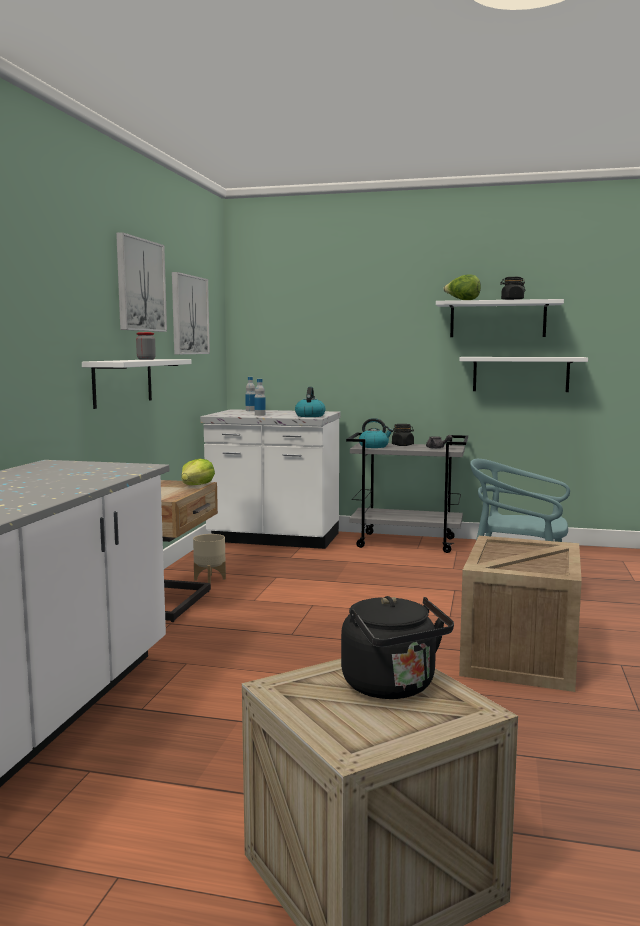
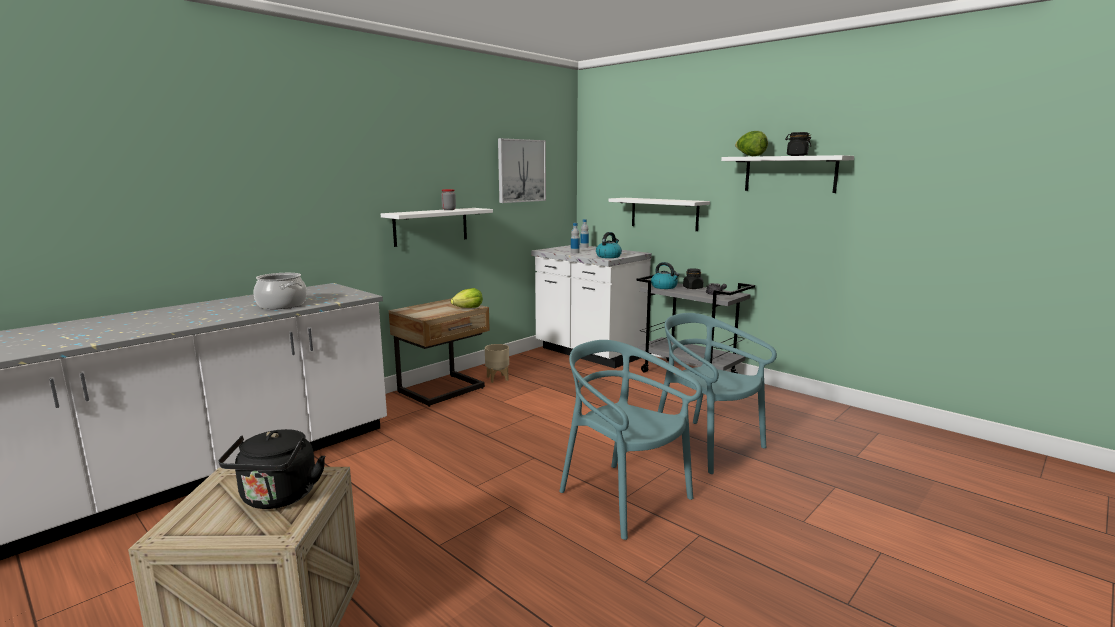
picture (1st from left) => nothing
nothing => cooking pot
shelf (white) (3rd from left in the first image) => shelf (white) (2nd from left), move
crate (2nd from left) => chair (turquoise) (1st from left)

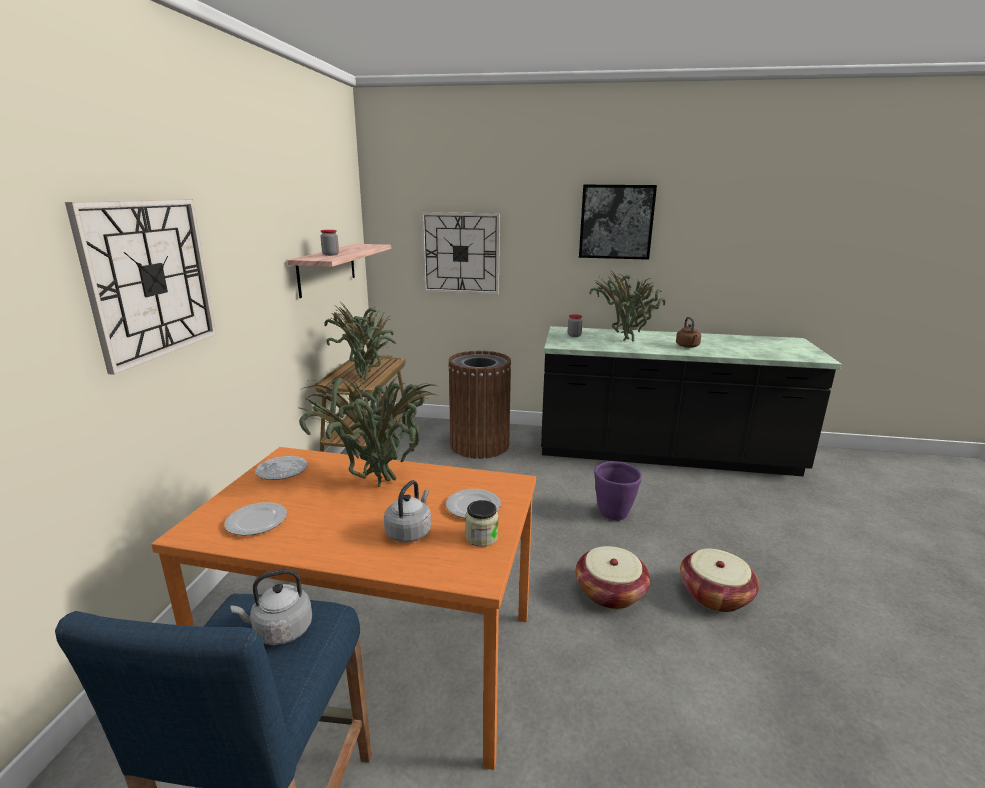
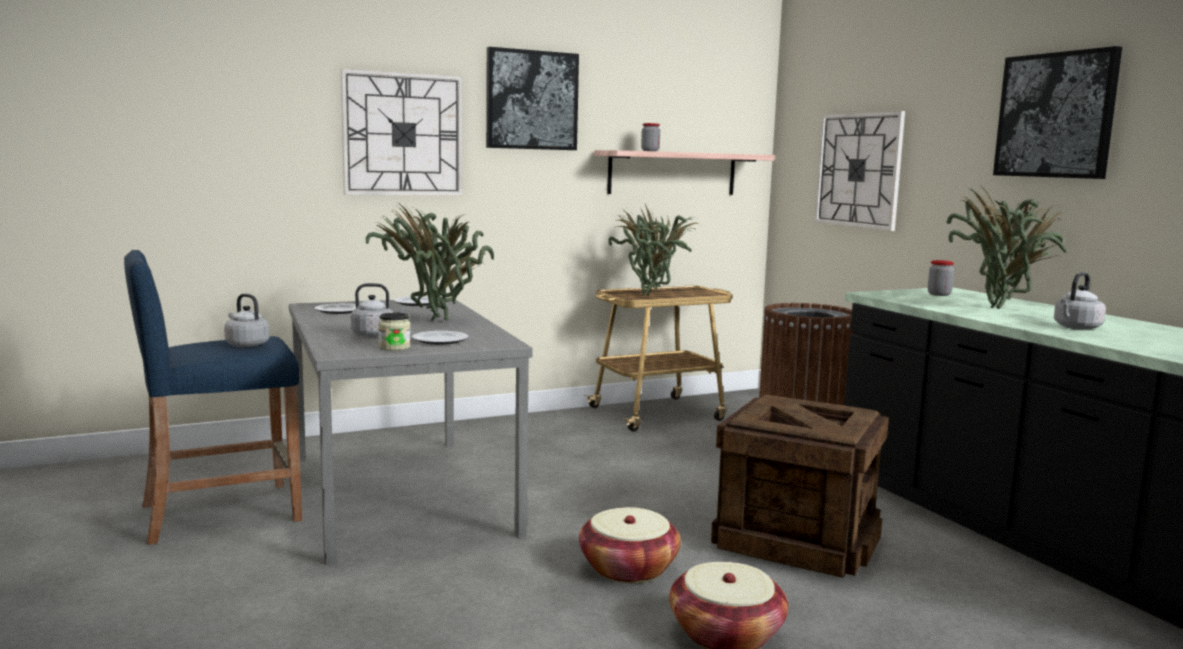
nothing => picture (1st from left)
planter (purple) => crate
dining table (orange) => dining table (grey)
kettle (brown) => kettle (grey) (3rd from left)

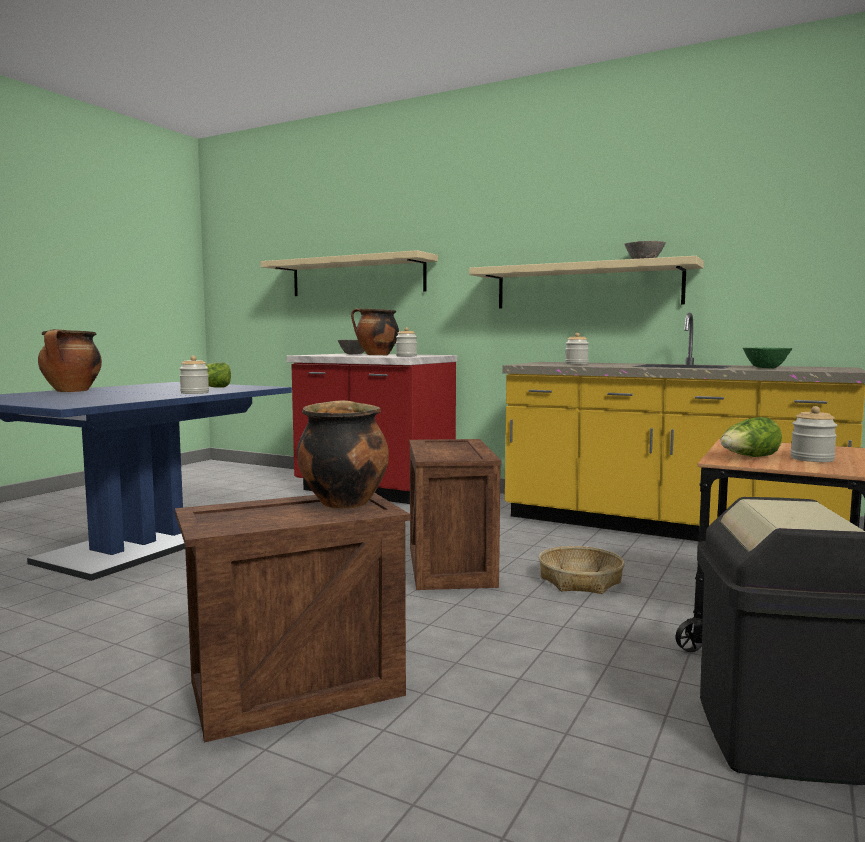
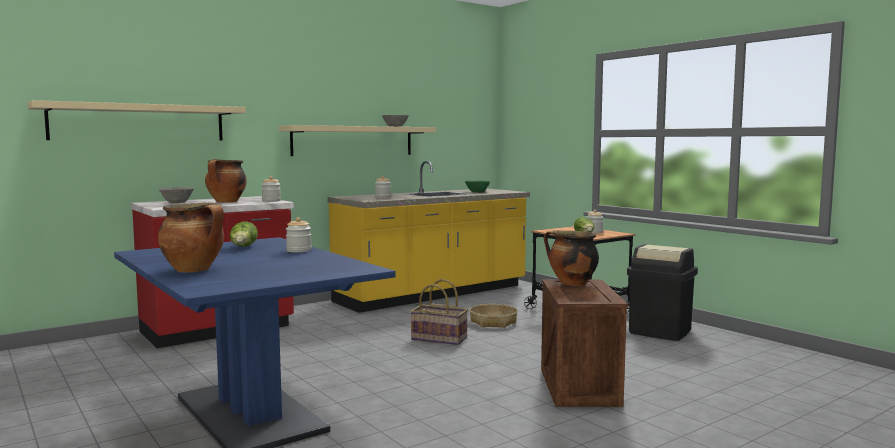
crate (2nd from left) => basket (1st from left)

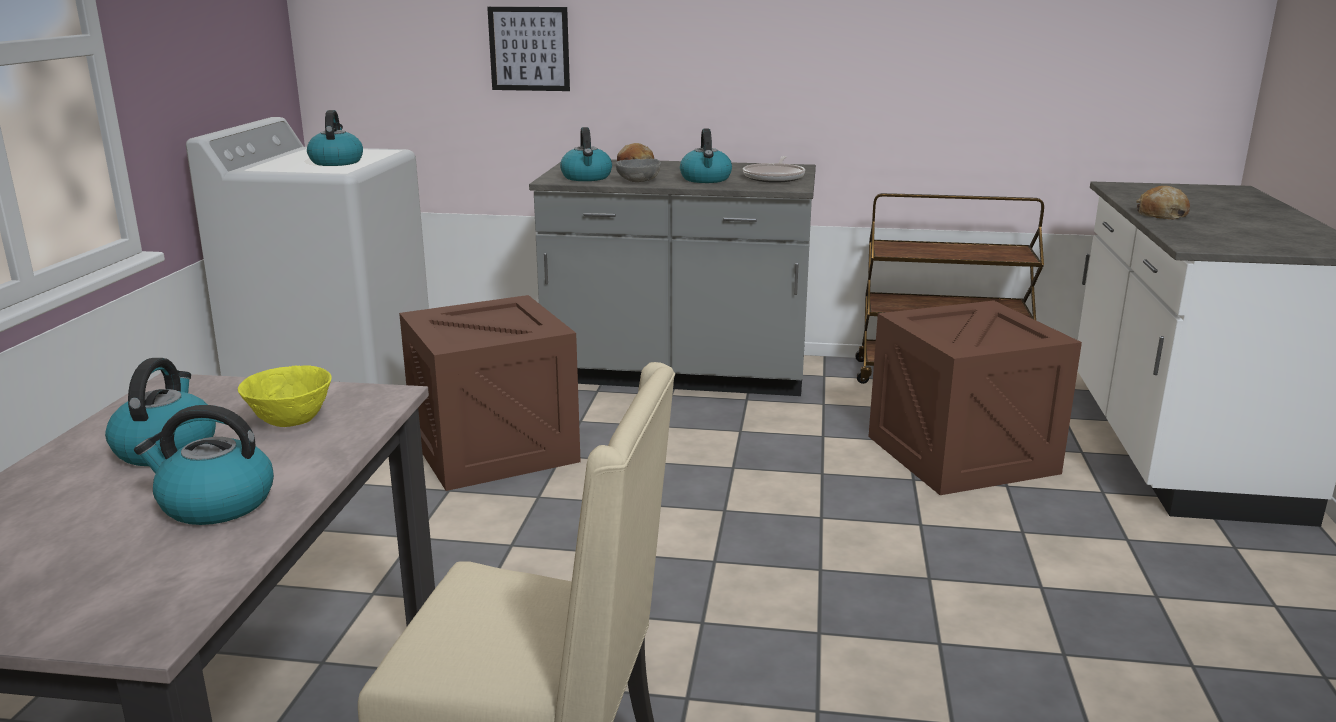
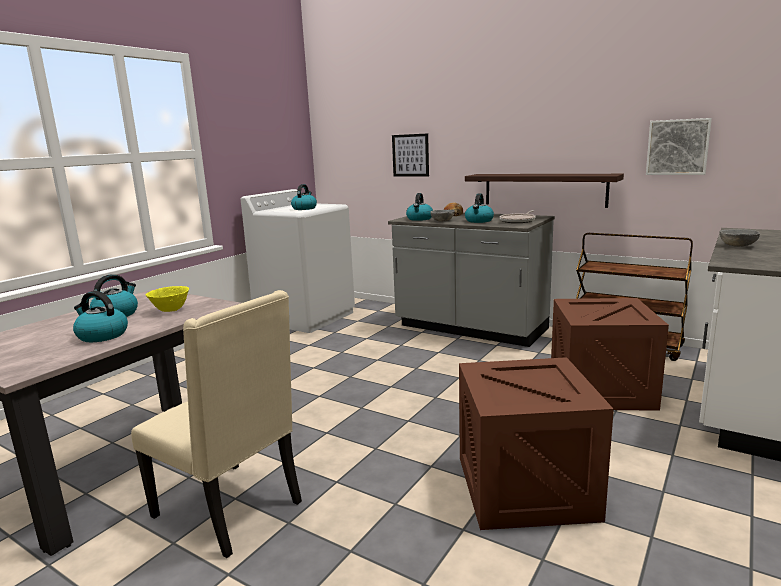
nothing => shelf
nothing => picture (2nd from left)
crate (1st from left), move
bread (2nd from left) => bowl (grey) (2nd from left)

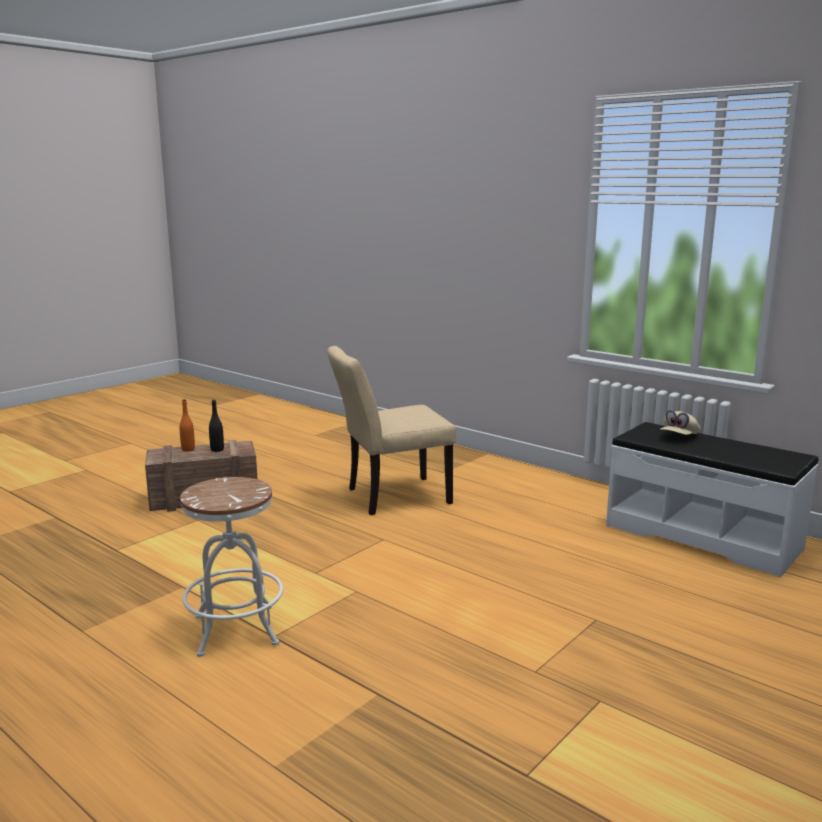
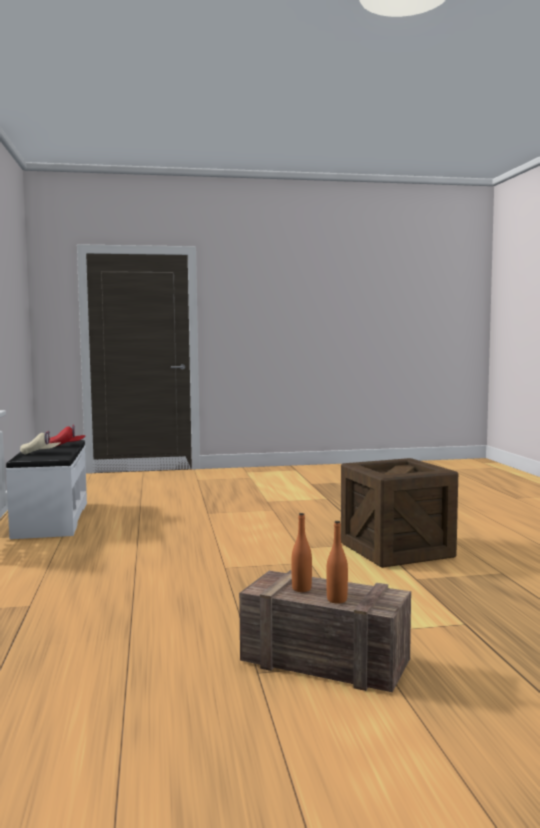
chair (beige) => nothing
nothing => cap (red)
stool (white) => crate (2nd from left)
bottle (black) => bottle (orange) (1st from left)

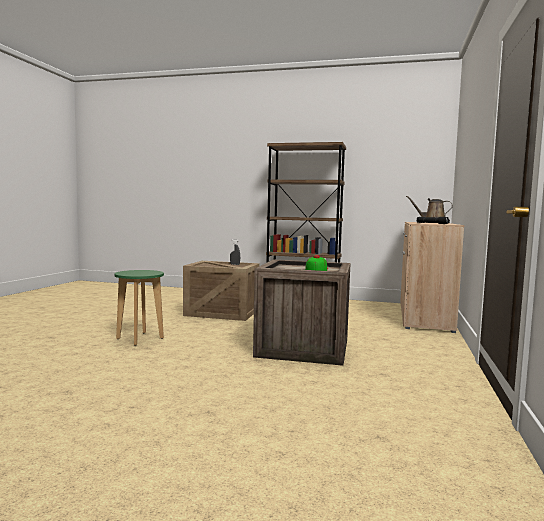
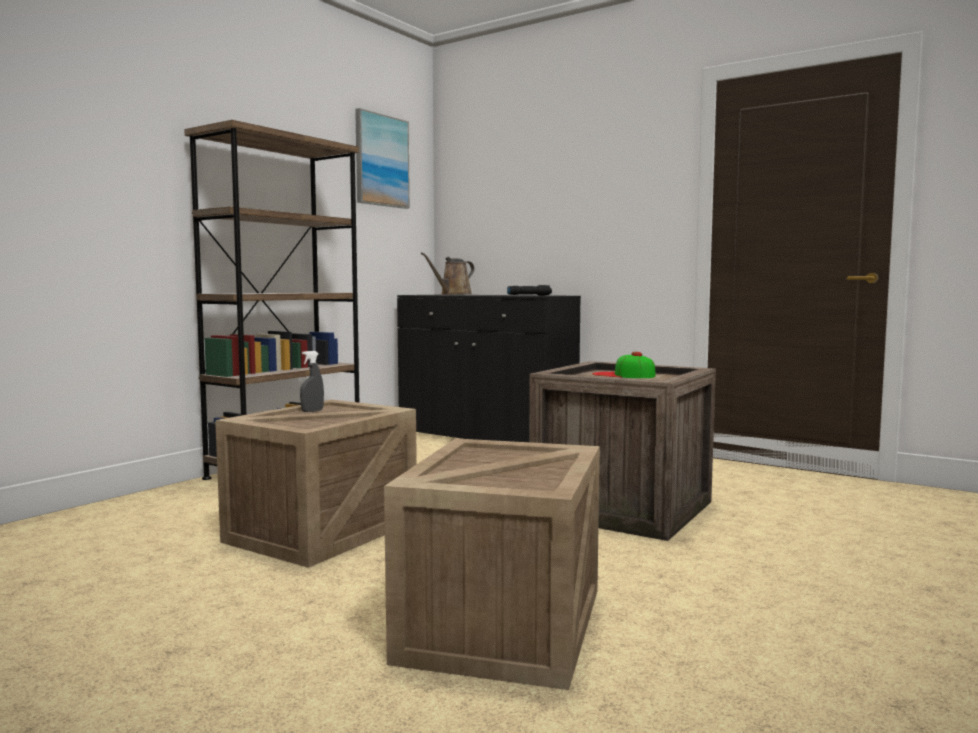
nothing => picture
stool (green) => crate (2nd from left)
cabinet (beige) => cabinet (black)

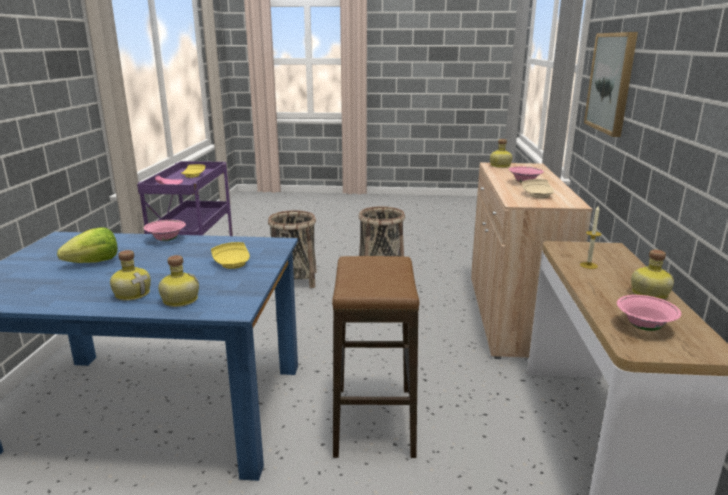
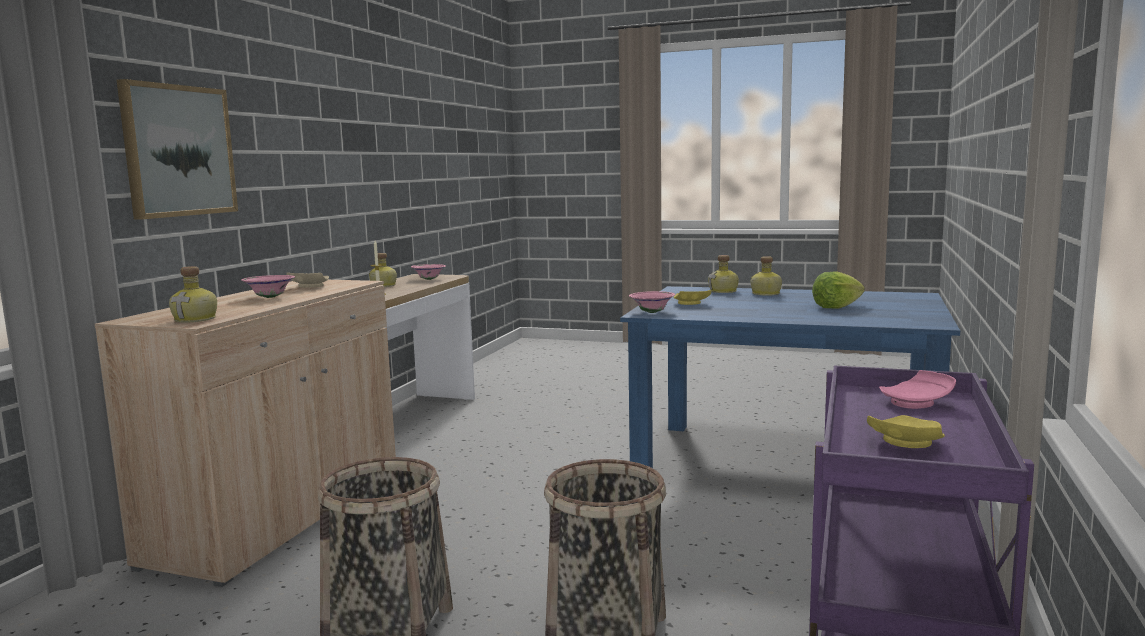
stool => nothing
bowl (pink) (1st from left in the first image) => bowl (pink) (3rd from left), move

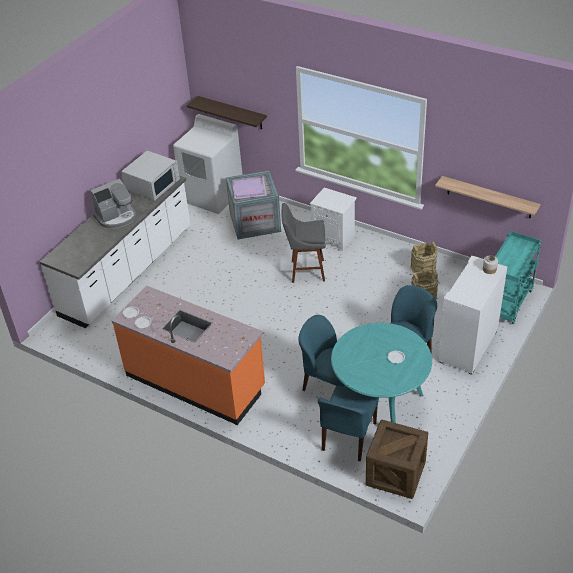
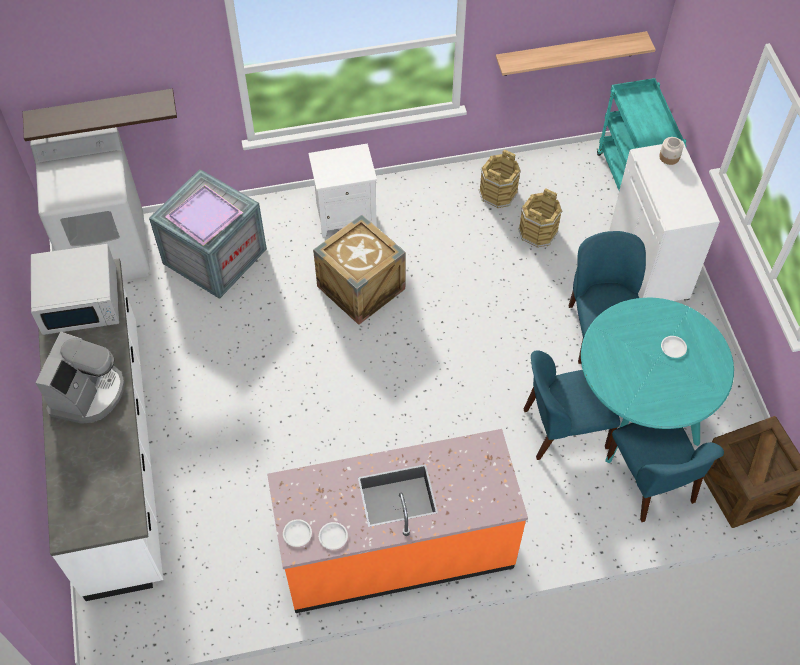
stool (grey) => crate (2nd from left)
microwave (white), 90 degrees clockwise

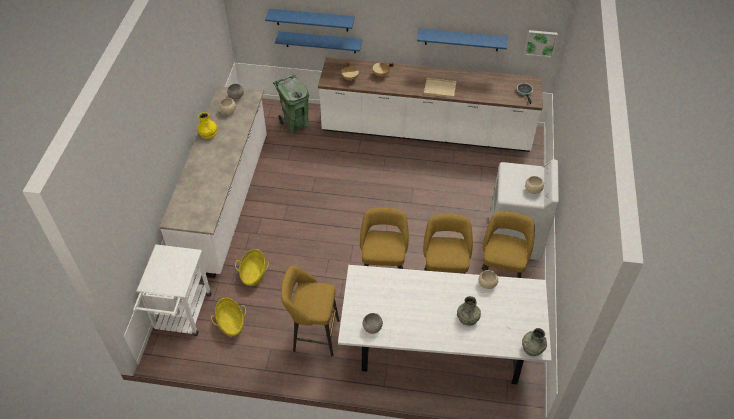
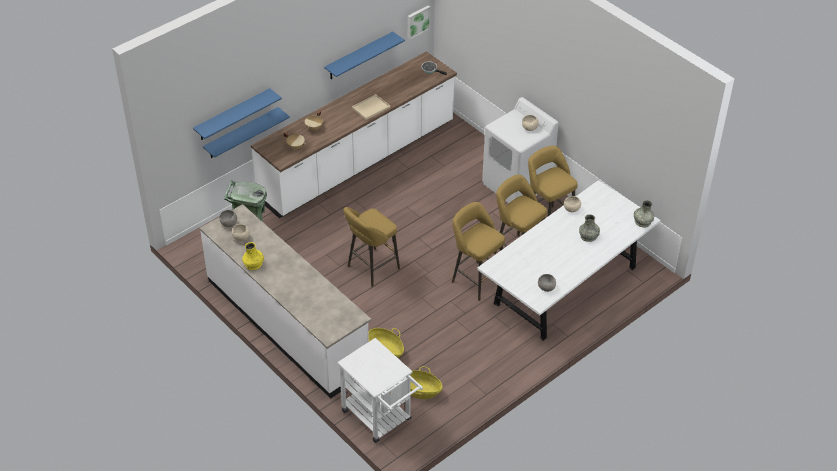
stool (yellow) (1st from left), move

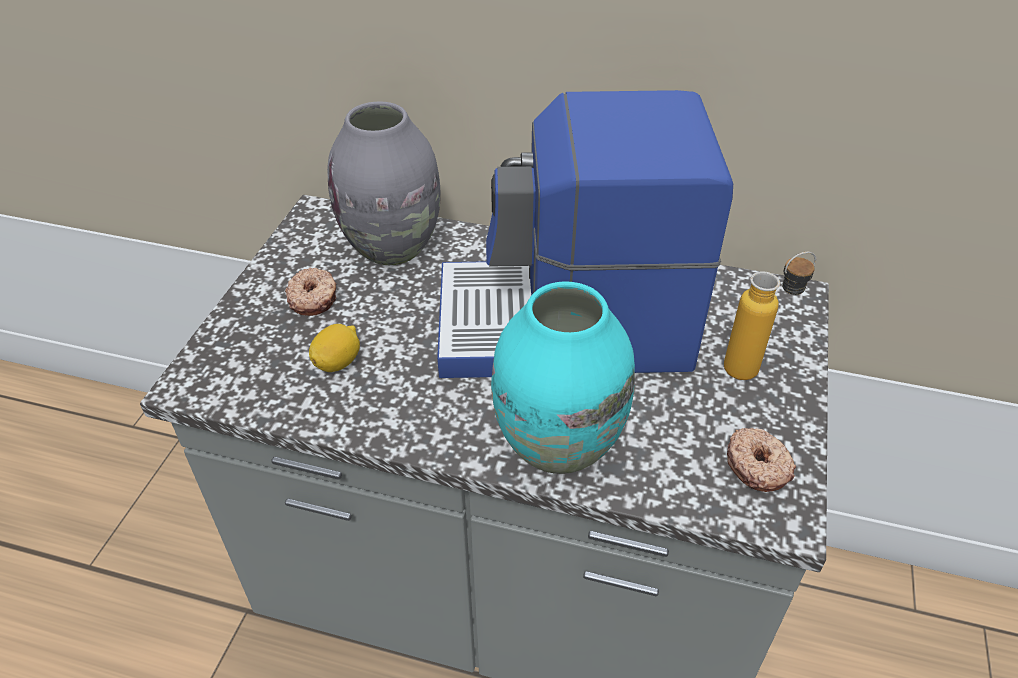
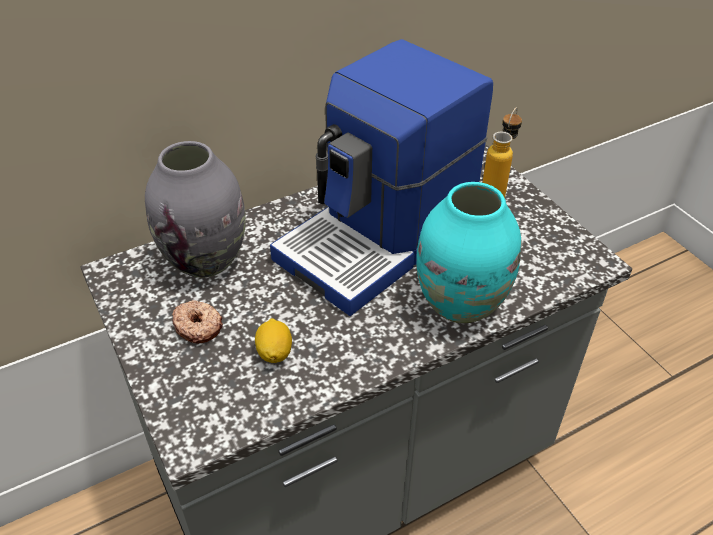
donut (2nd from left) => nothing

